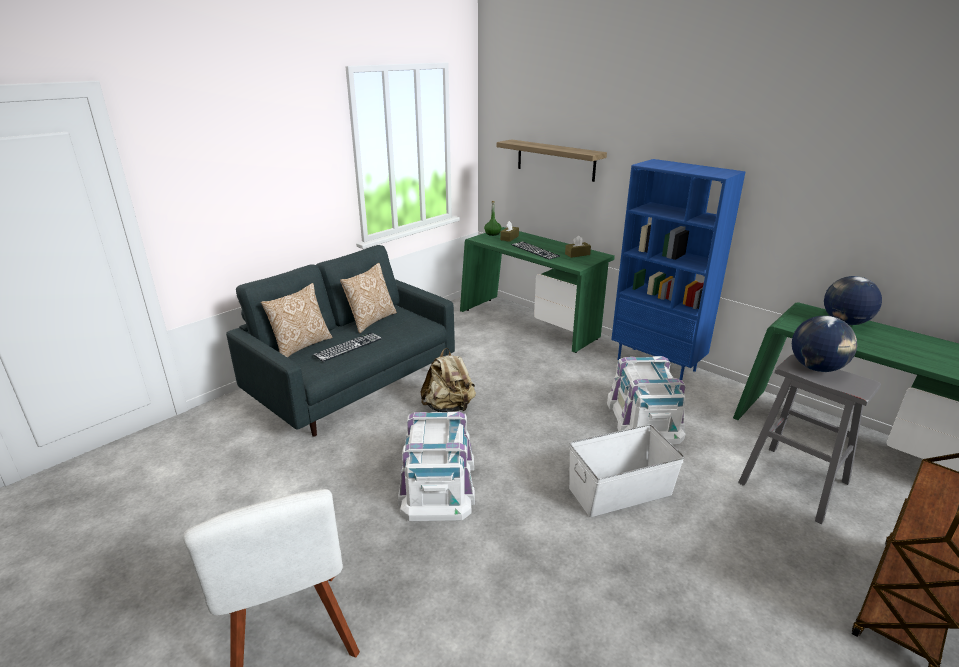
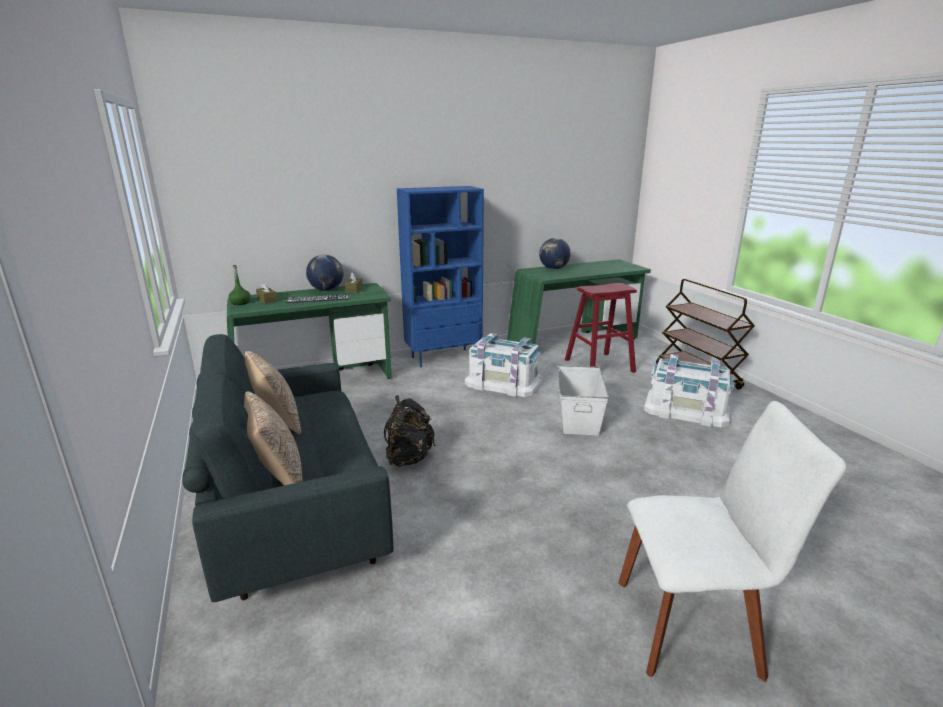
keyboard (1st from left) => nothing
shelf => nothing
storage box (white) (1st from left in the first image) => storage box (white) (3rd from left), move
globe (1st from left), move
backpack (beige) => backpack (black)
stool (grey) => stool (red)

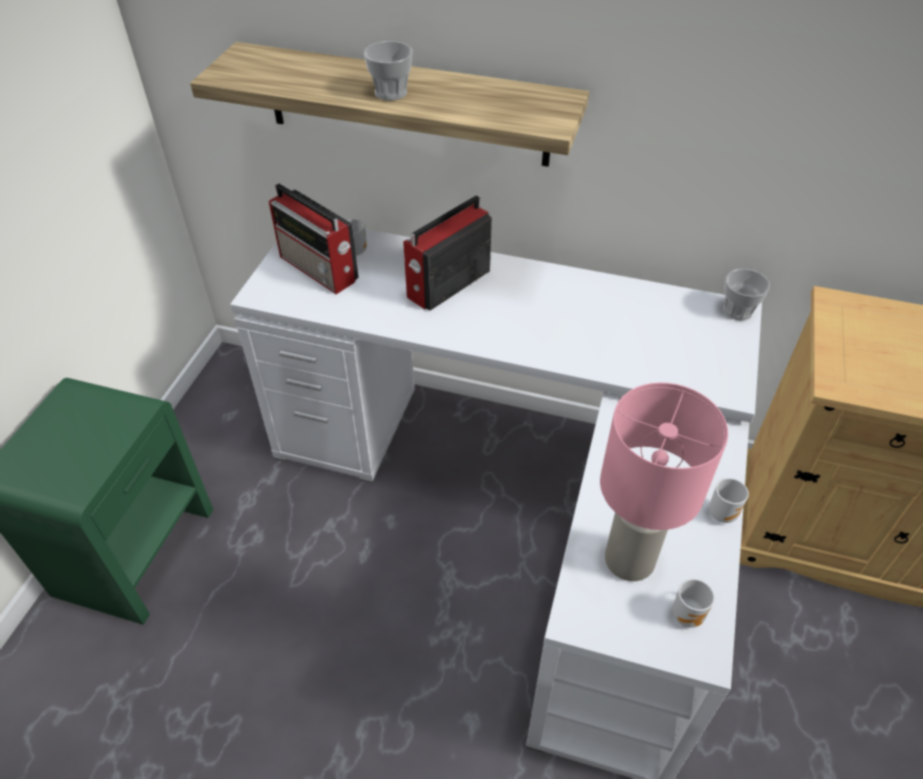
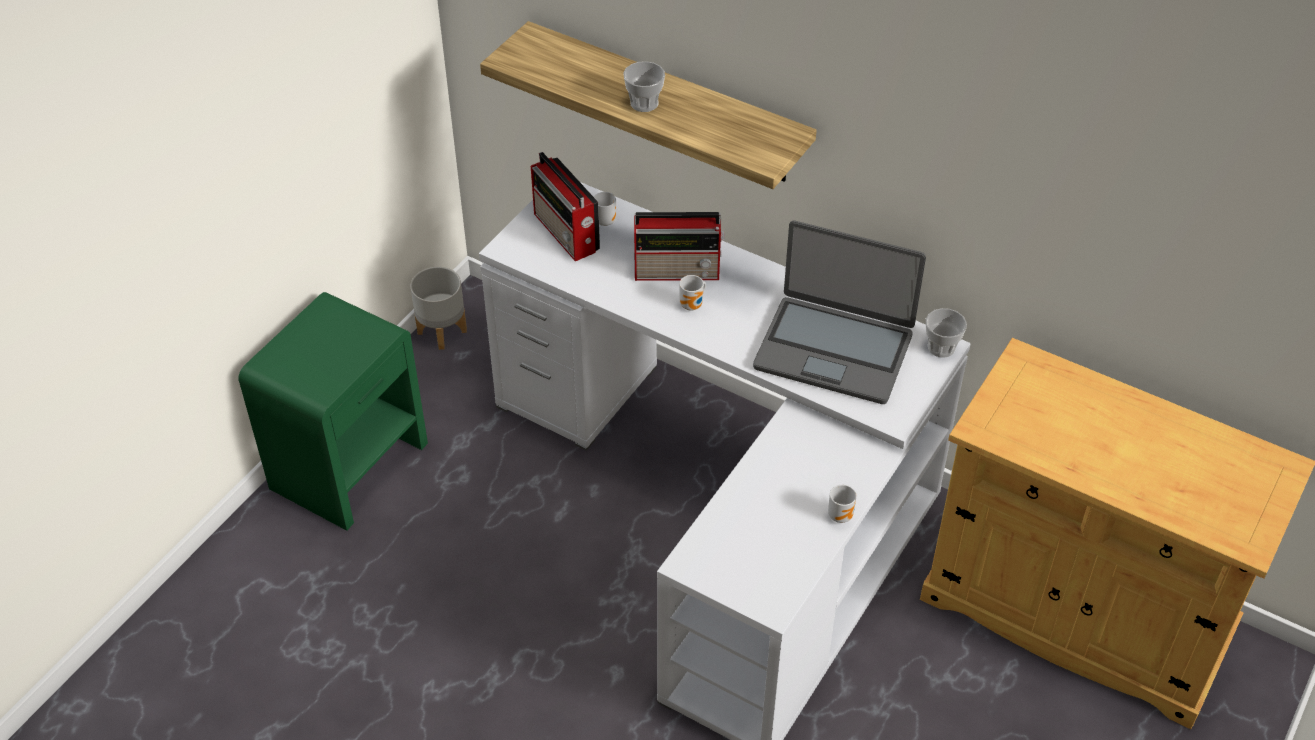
table lamp (pink) => nothing
nothing => planter (grey)
nothing => laptop
mug (2nd from left), move
radio (2nd from left), 150 degrees counterclockwise

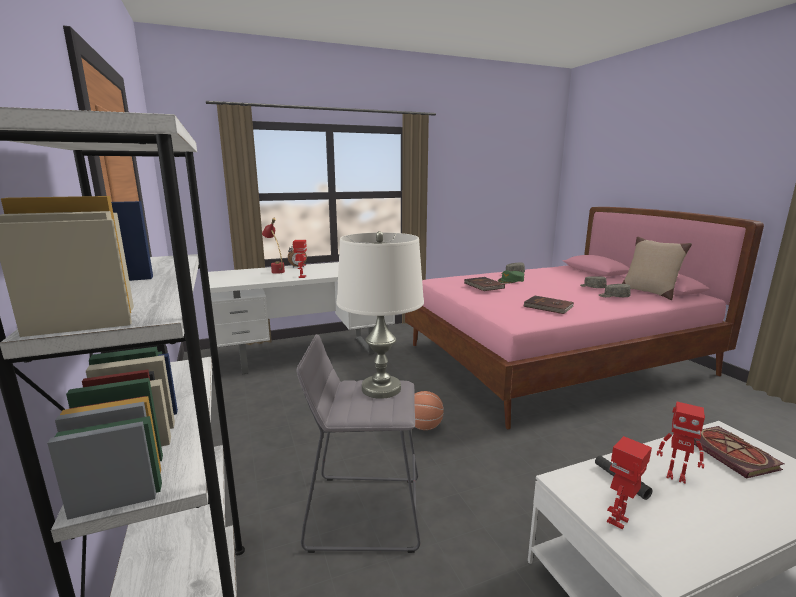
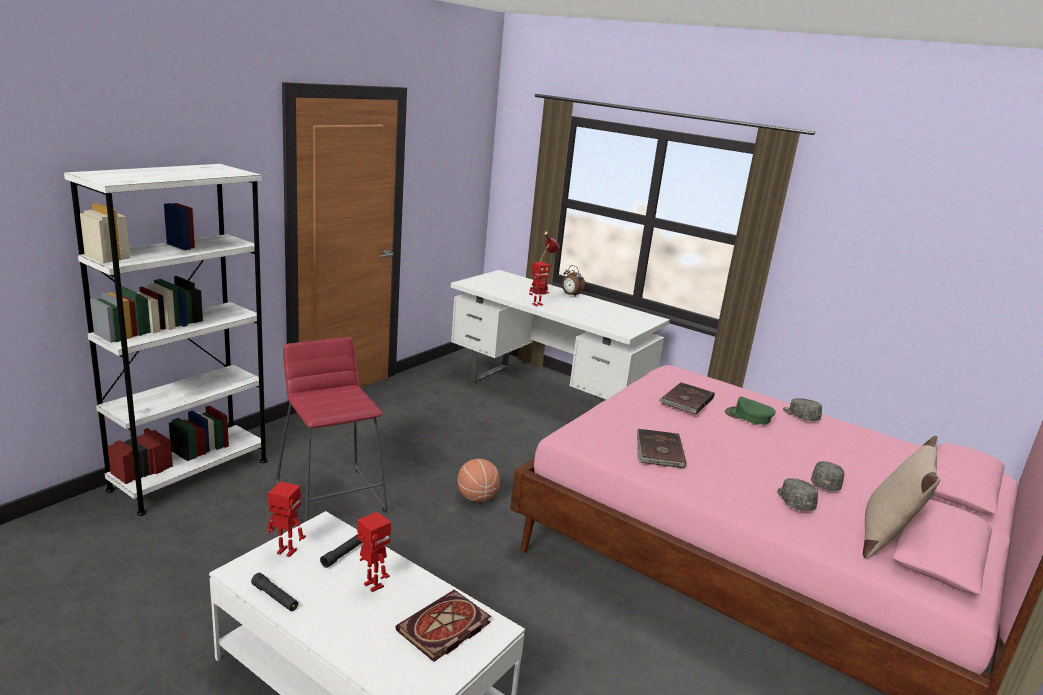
table lamp (white) => nothing
nothing => flashlight (black) (1st from left)
stool (grey) => stool (red)
toy robot (3rd from left in the first image) => toy robot (2nd from left), 135 degrees clockwise

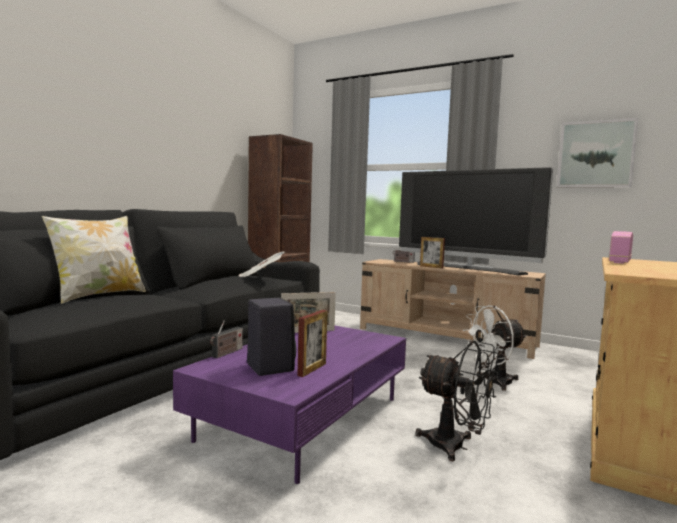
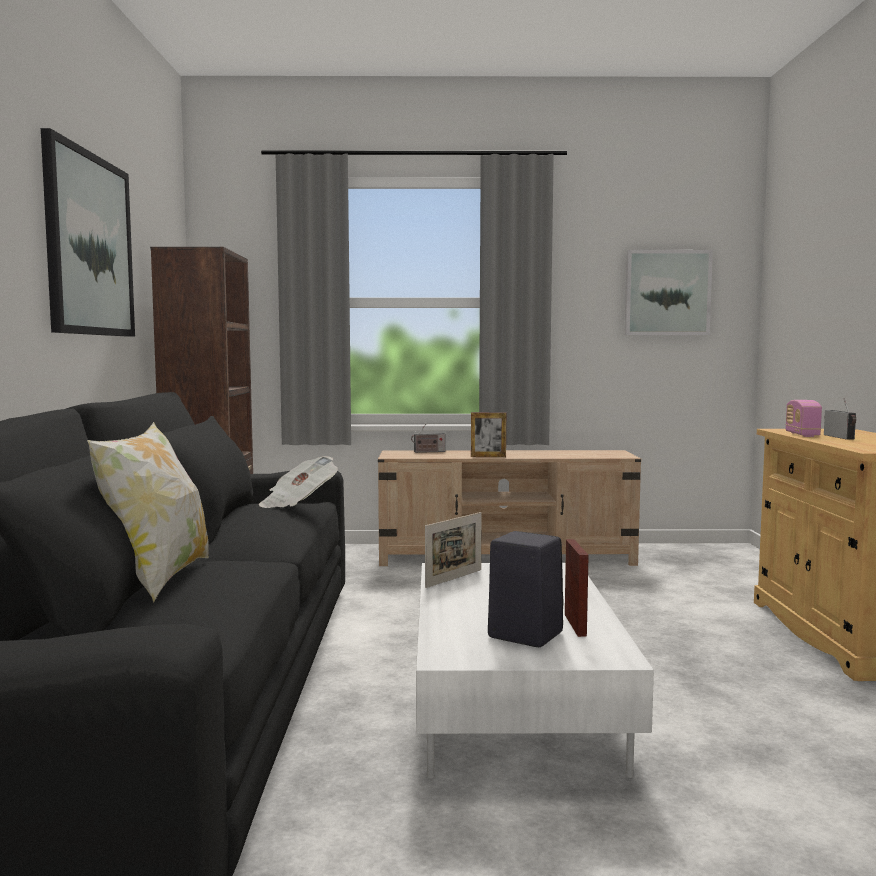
television => nothing
fan (black) => nothing
fan (white) => nothing
nothing => picture (1st from left)
radio (1st from left in the first image) => radio (3rd from left), move
coffee table (purple) => coffee table (white)

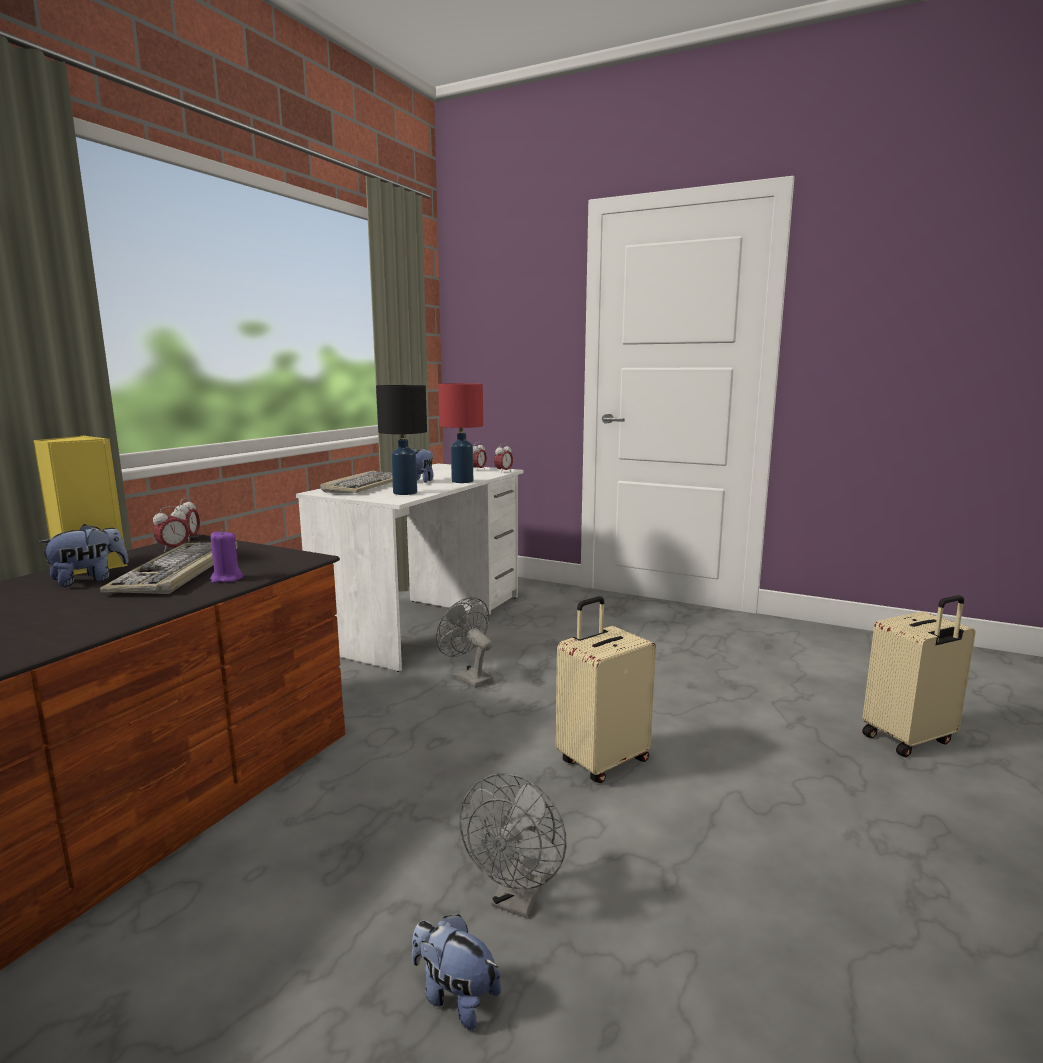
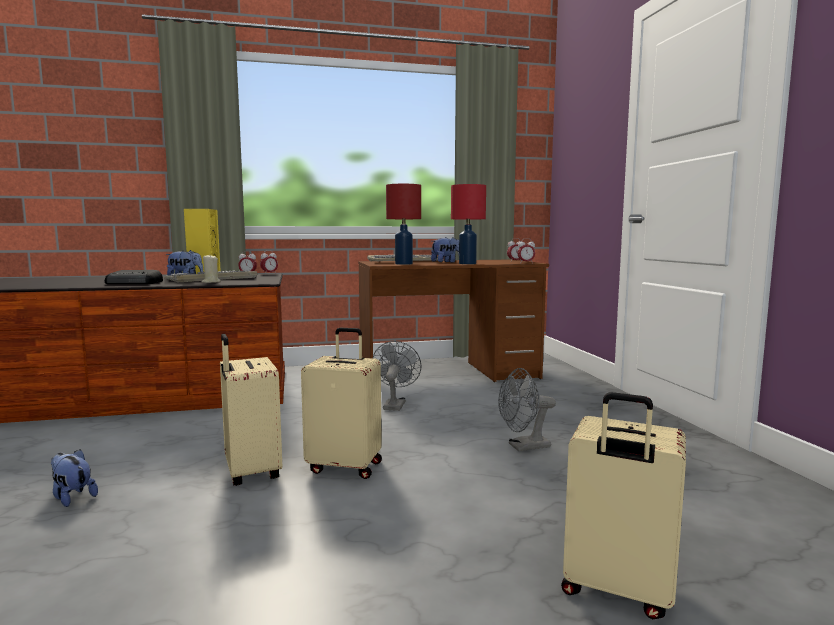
nothing => radio
nothing => suitcase (beige) (1st from left)
fan (grey) (2nd from left), move
candle (purple) => candle (beige)
desk (white) => desk (brown)
table lamp (black) => table lamp (red) (1st from left)
plush toy (3rd from left in the first image) => plush toy (1st from left), 45 degrees counterclockwise

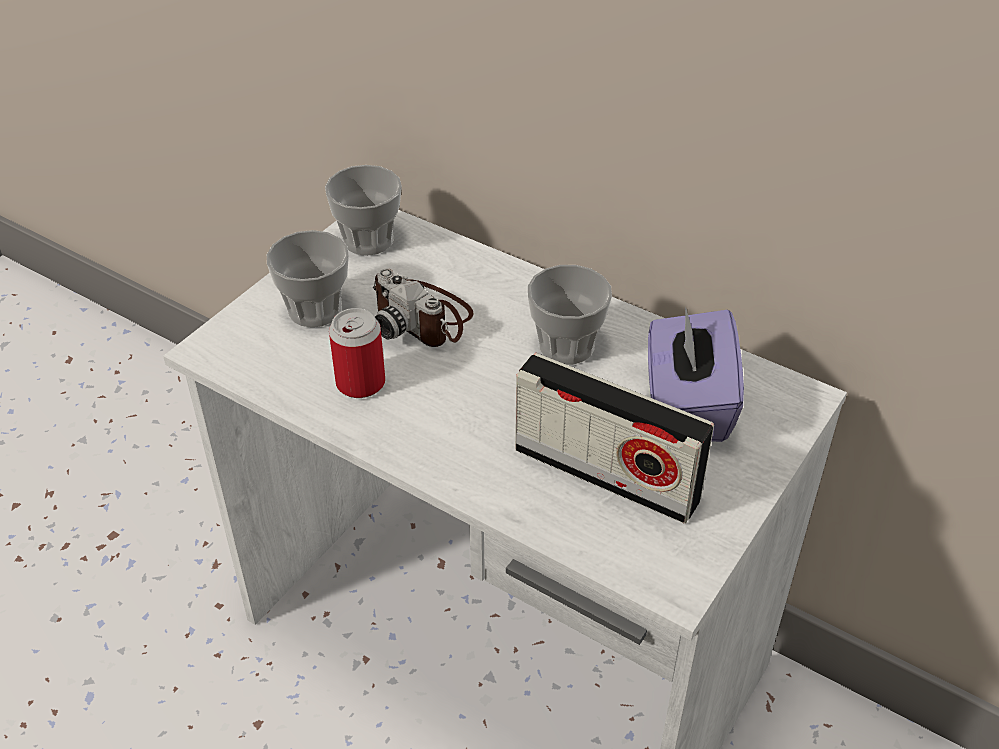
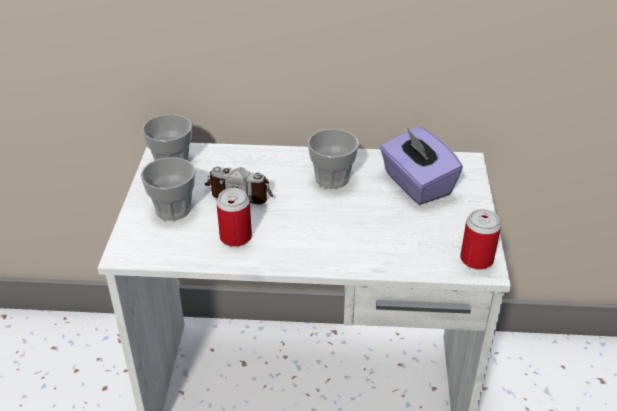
radio => nothing
nothing => can (2nd from left)

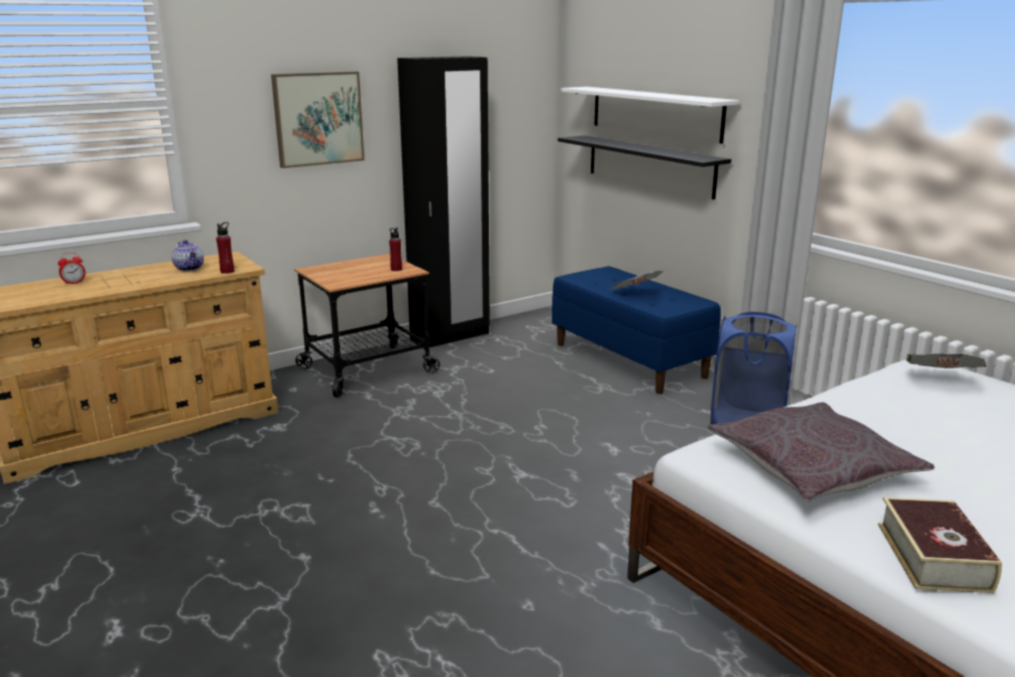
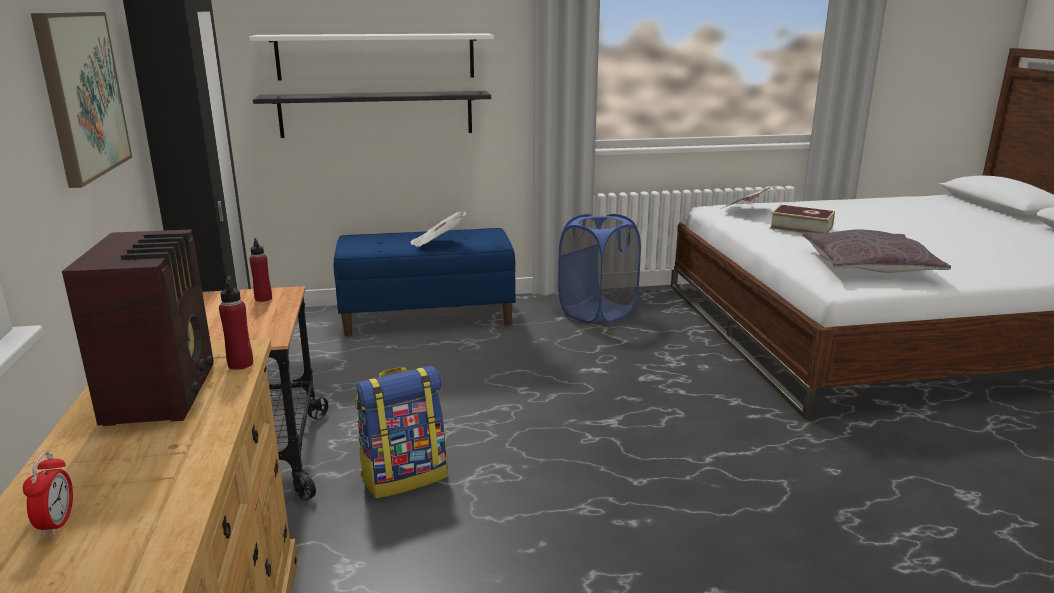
nothing => backpack
book, move
teapot => radio

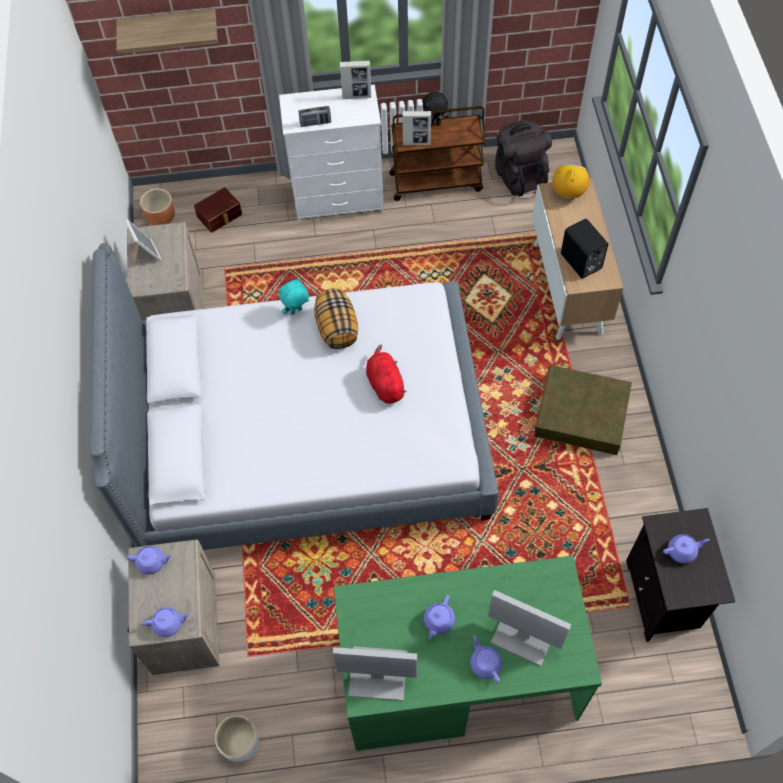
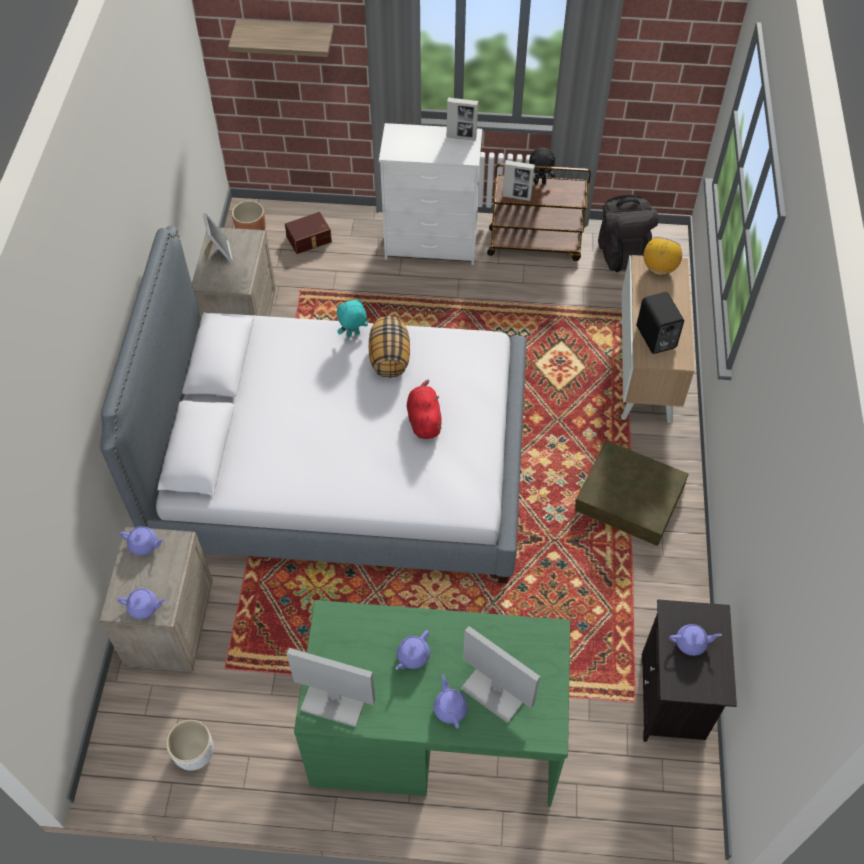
radio (1st from left) => nothing

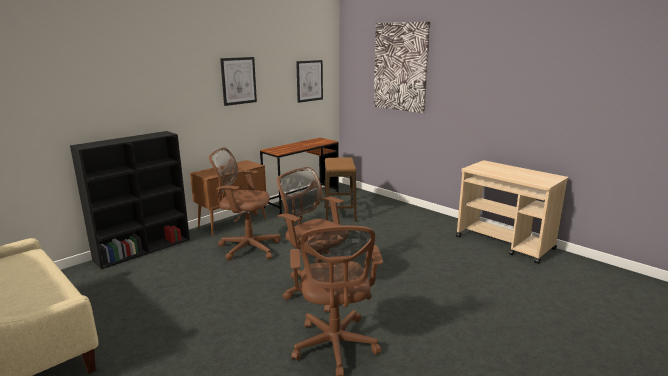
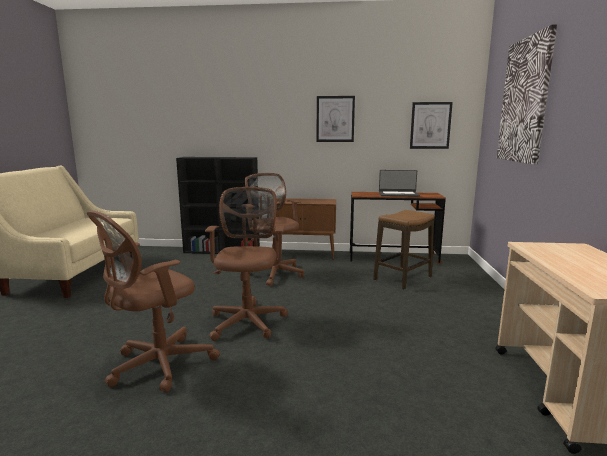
nothing => laptop

